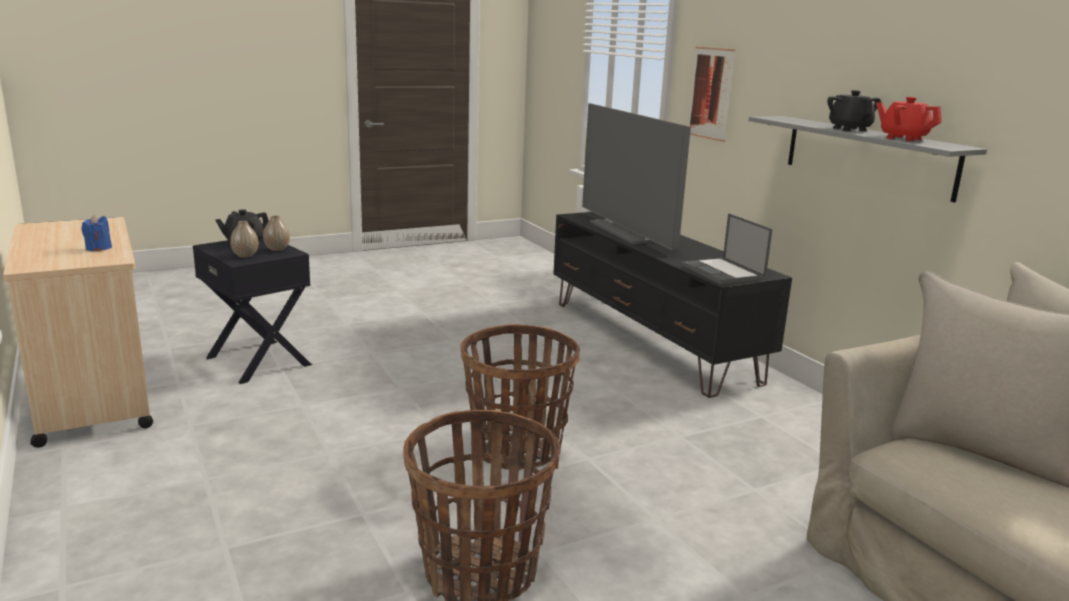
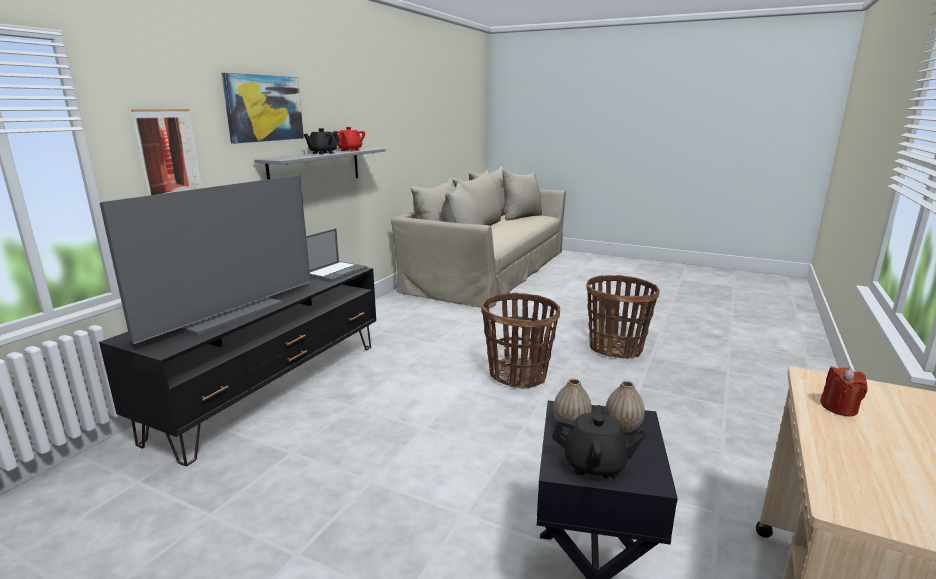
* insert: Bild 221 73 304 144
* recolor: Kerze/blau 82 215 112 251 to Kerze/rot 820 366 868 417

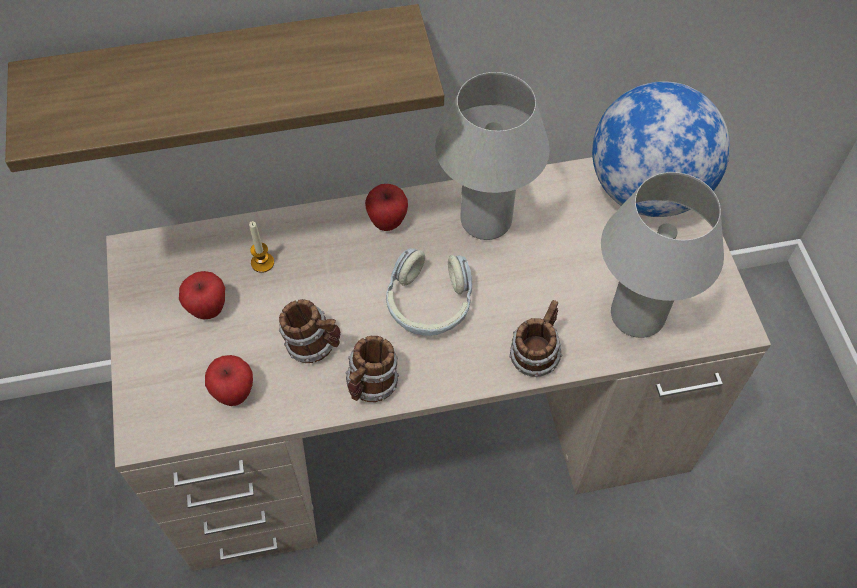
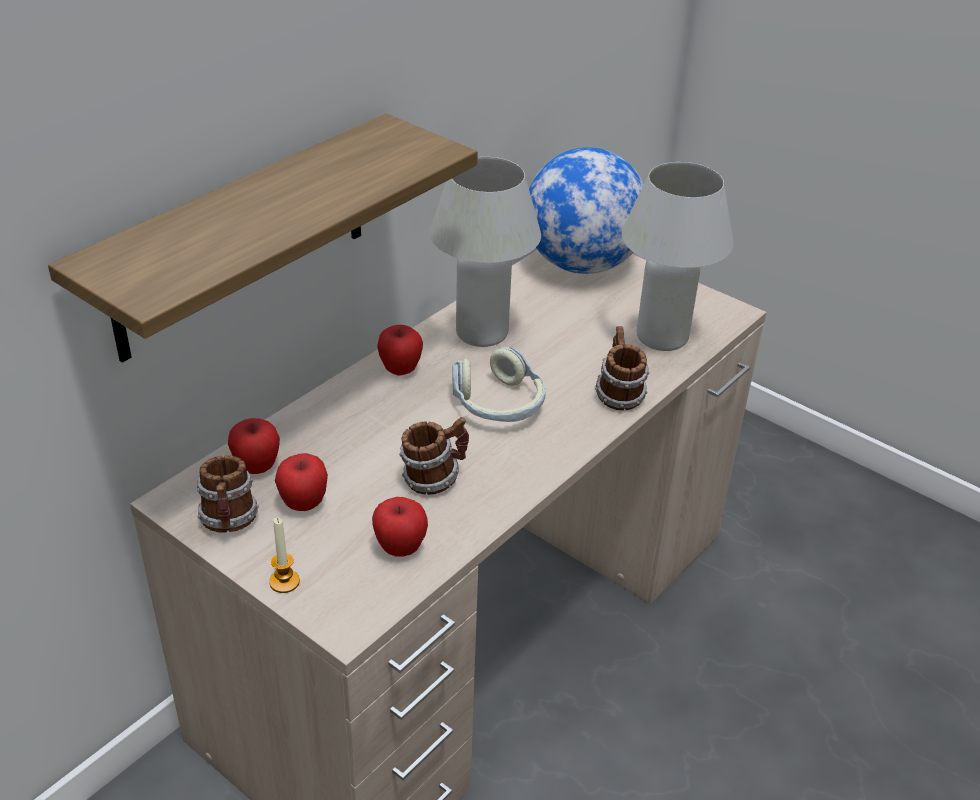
* move: Henkelbecher 345 336 399 402 to 197 456 259 532
* insert: Apfel 228 418 280 474
* move: Kerze 249 221 274 273 to 269 518 300 593

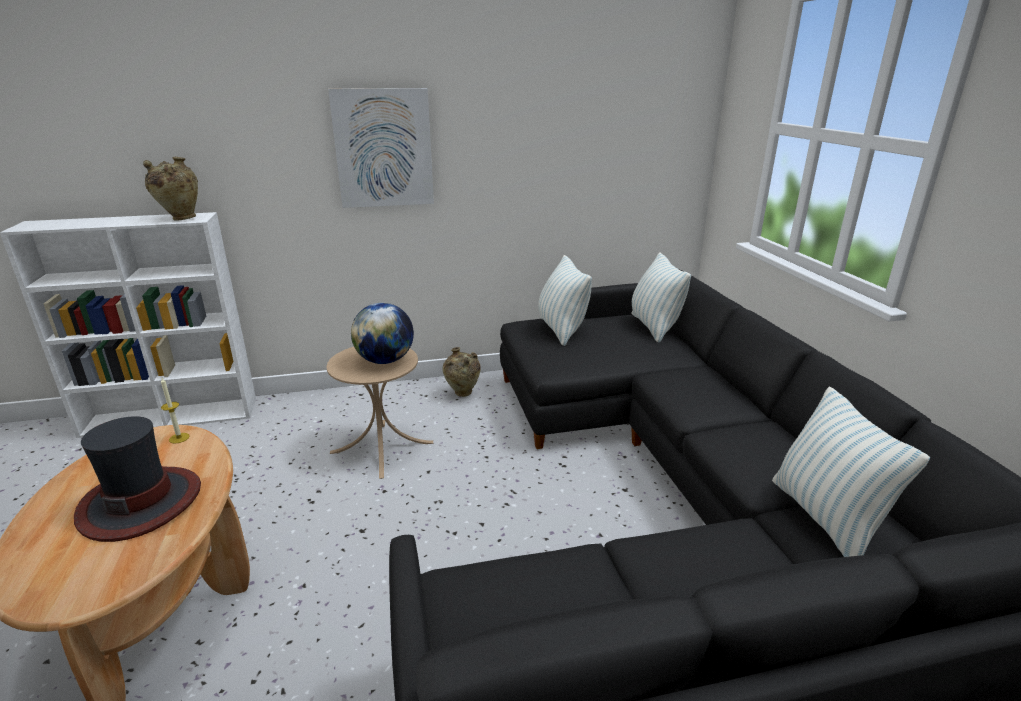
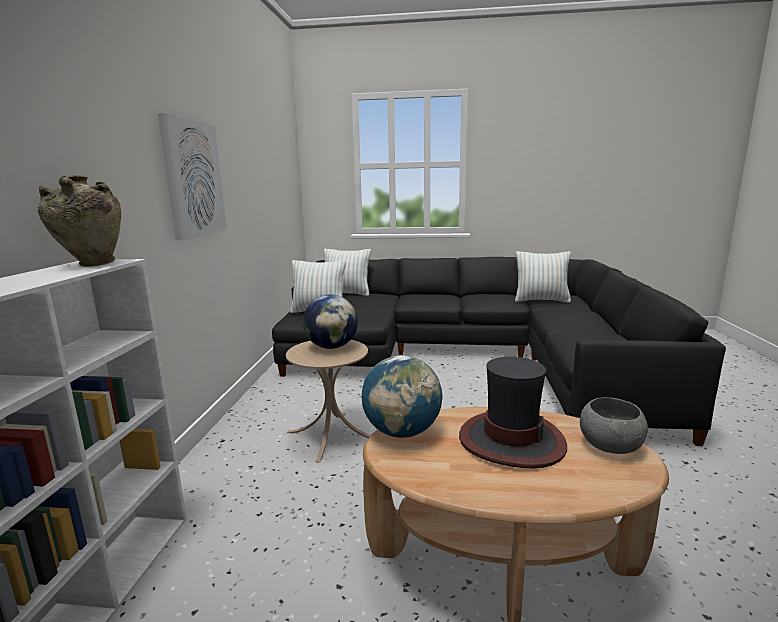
* replace: Kerze 161 378 190 444 to Globus 361 355 443 438
* insert: Schüssel/grau 580 397 648 454
* delete: Vase/beige 443 347 481 397

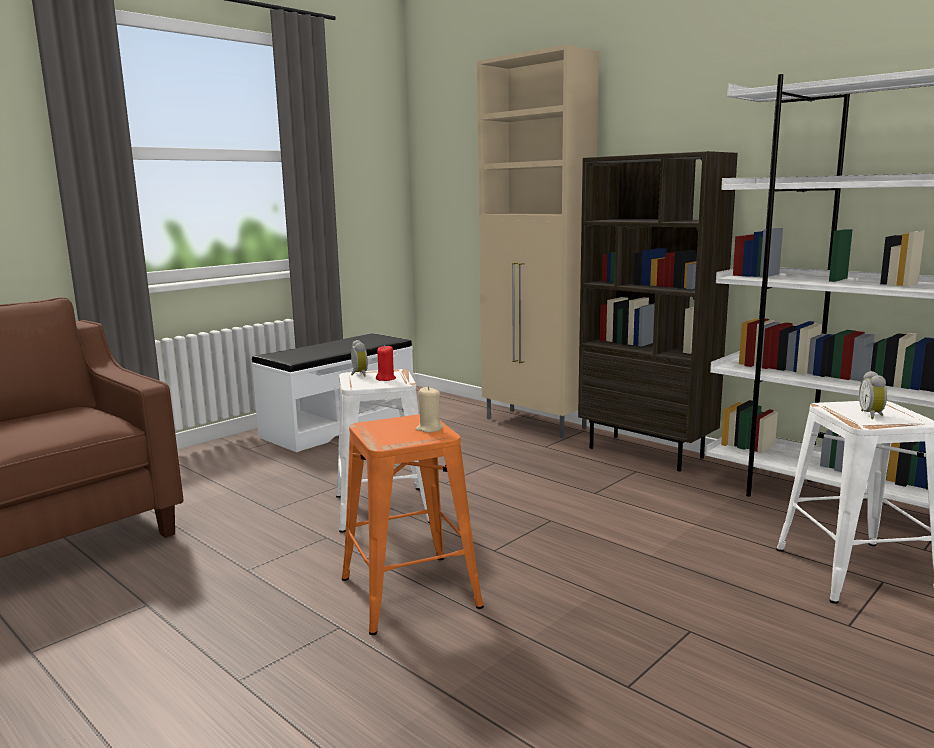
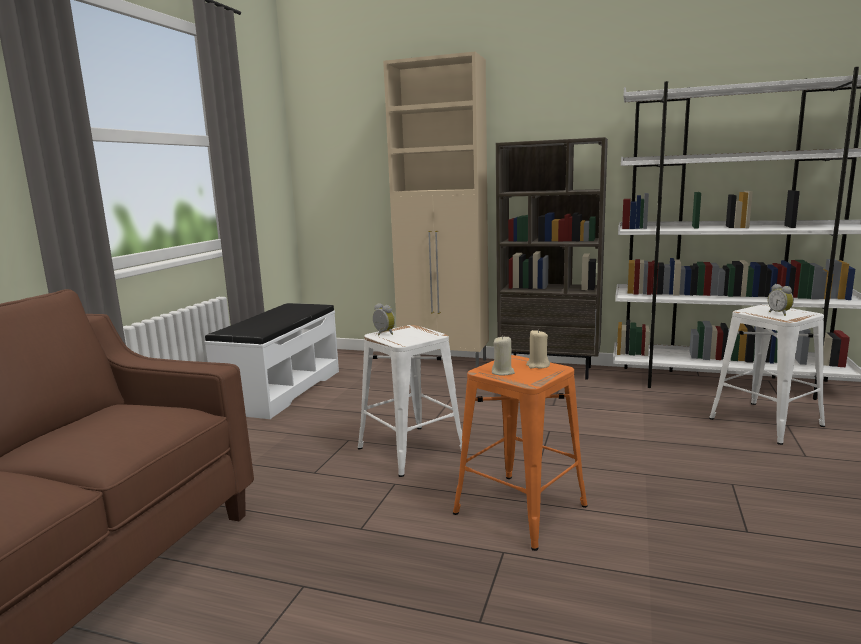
* insert: Kerze/beige 492 335 515 376
* delete: Kerze/rot 376 345 396 381

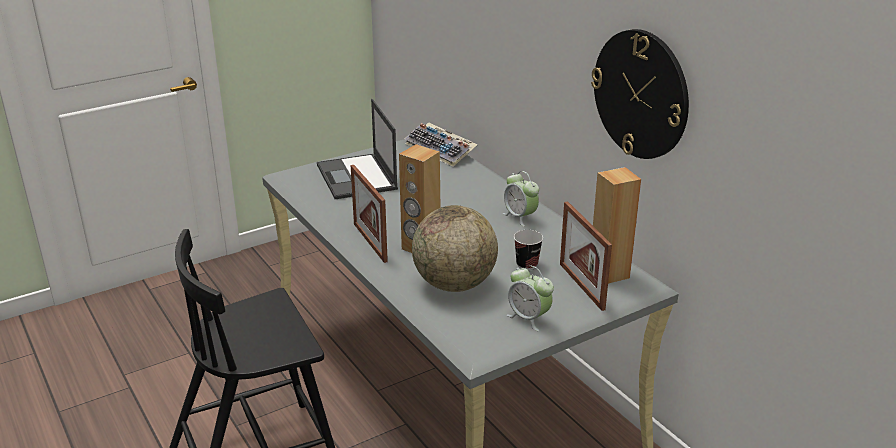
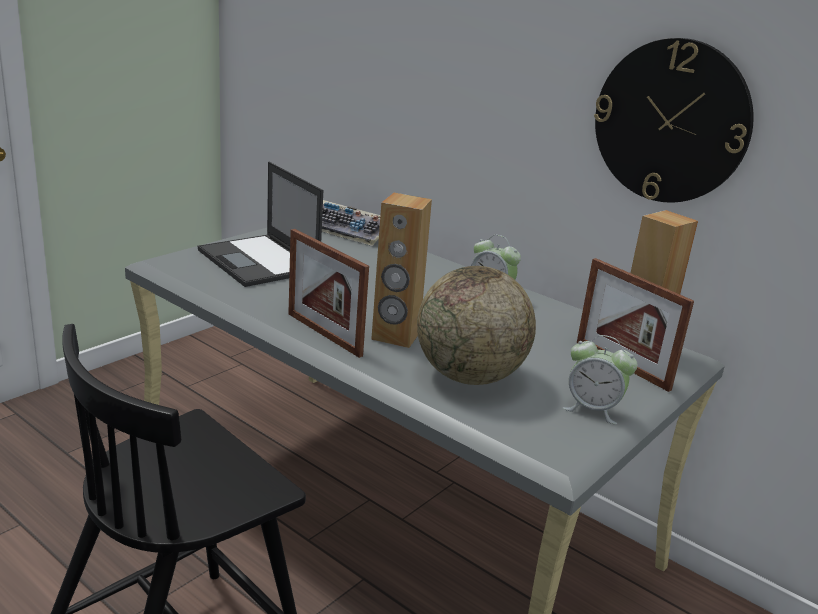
* delete: Tasse 514 230 543 270

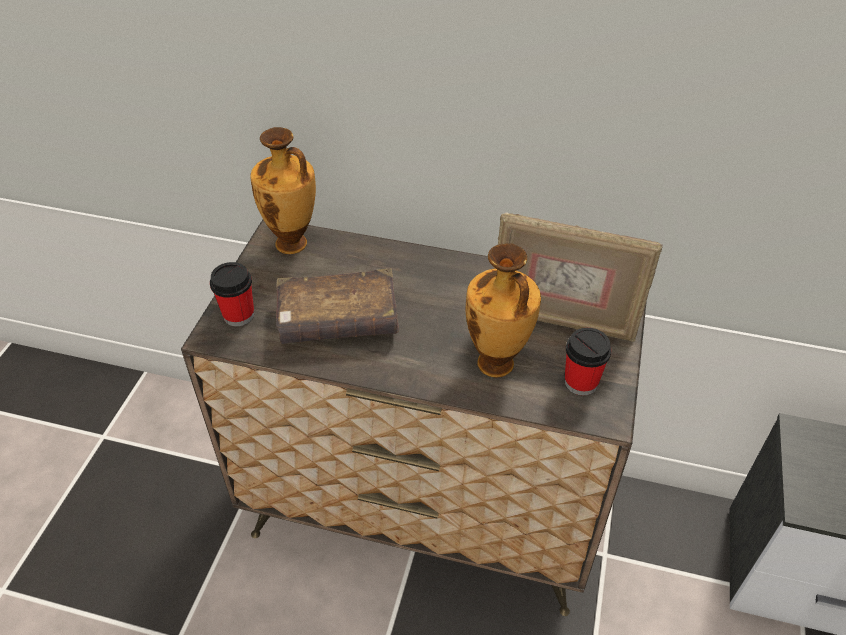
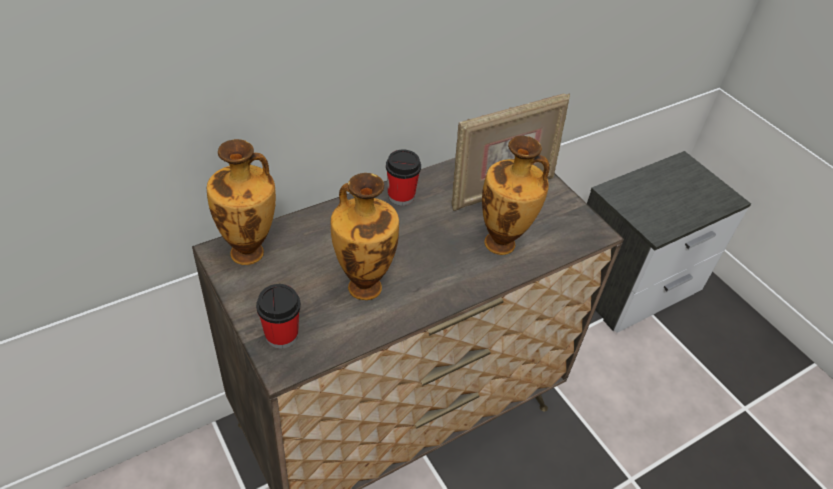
* replace: Buch/braun 276 268 399 344 to Vase 331 173 399 300
* move: Tasse 565 328 612 395 to 386 149 421 206

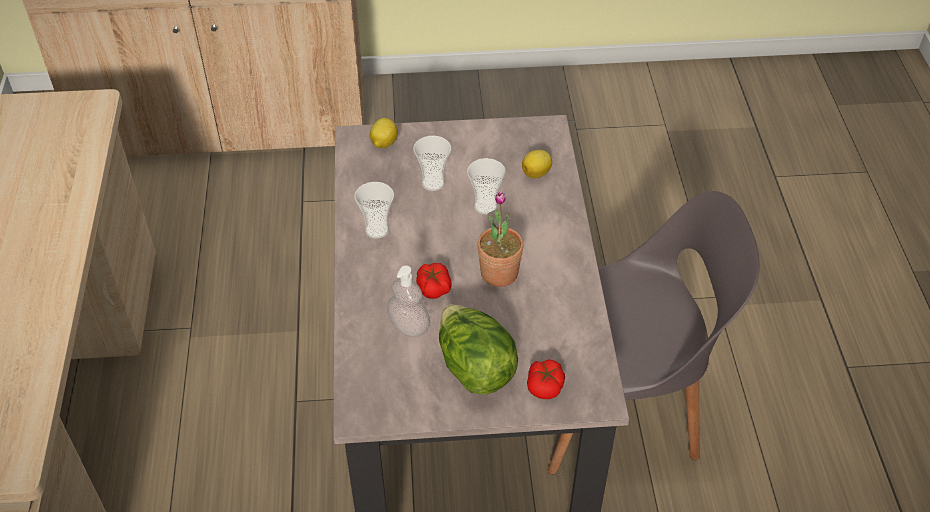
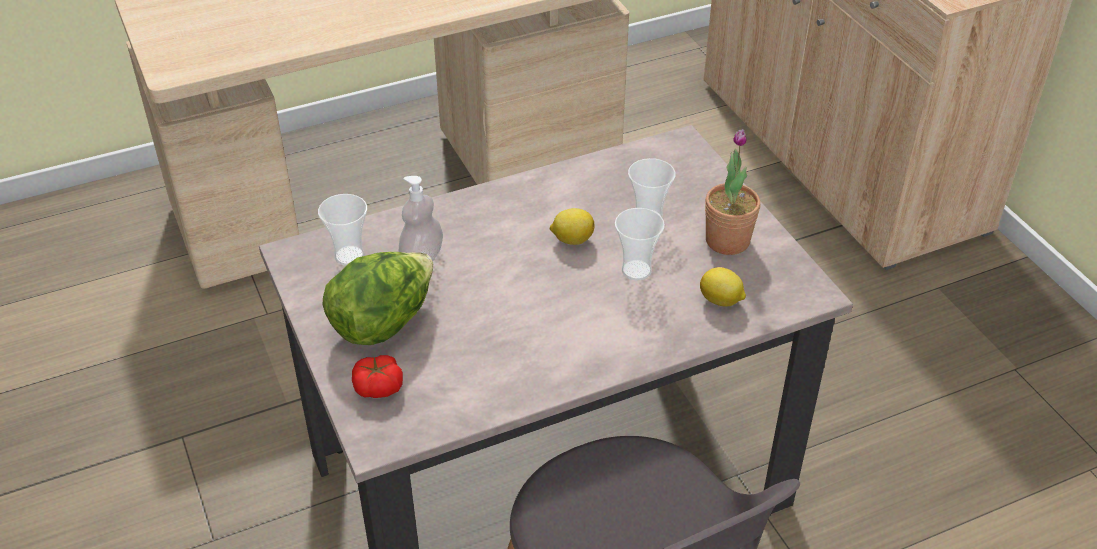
* move: Tasse 354 182 394 239 to 318 194 367 266
* move: Zitrone 370 118 398 148 to 550 208 595 245
* move: Topfpflanze 477 191 524 287 to 705 129 760 255
* delete: Tomate 416 263 452 299

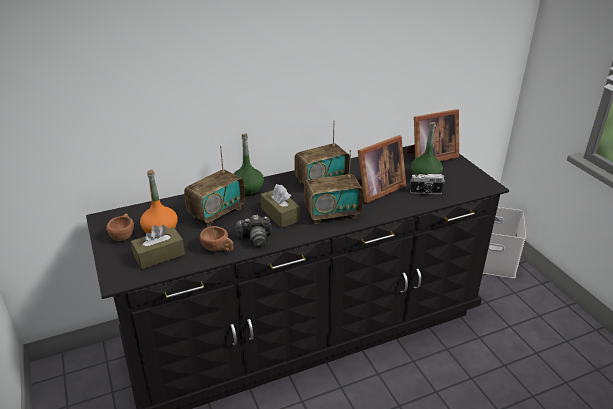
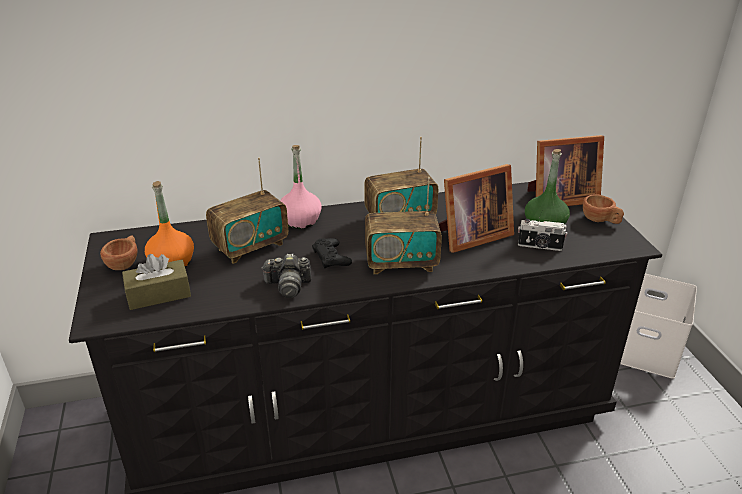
* recolor: Flasche/grün 234 133 264 196 to Flasche/rosa 280 145 322 229
* replace: Taschentuchbox/braun 261 184 300 228 to Gamepad/schwarz 312 238 352 268
* move: Tasse/braun 200 226 233 252 to 583 194 624 224

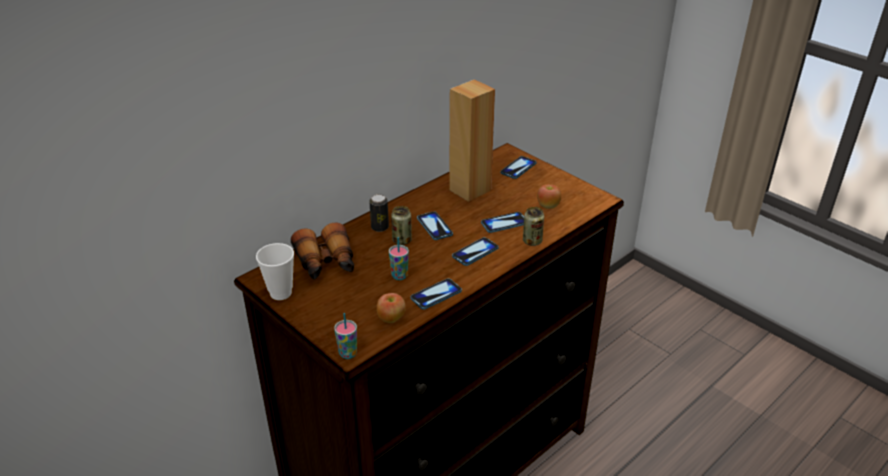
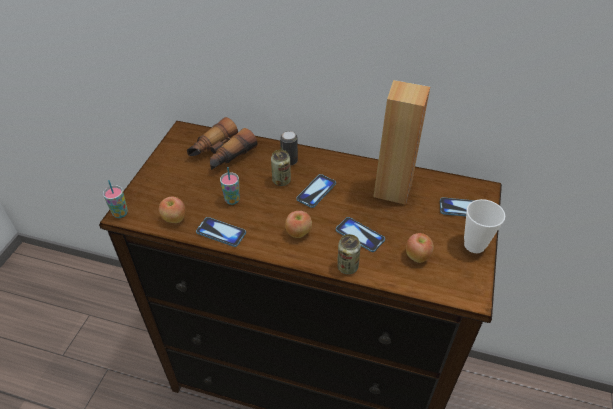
* replace: Handy 452 237 499 266 to Apfel 285 211 312 238
* move: Tasse 256 243 294 300 to 464 199 505 253

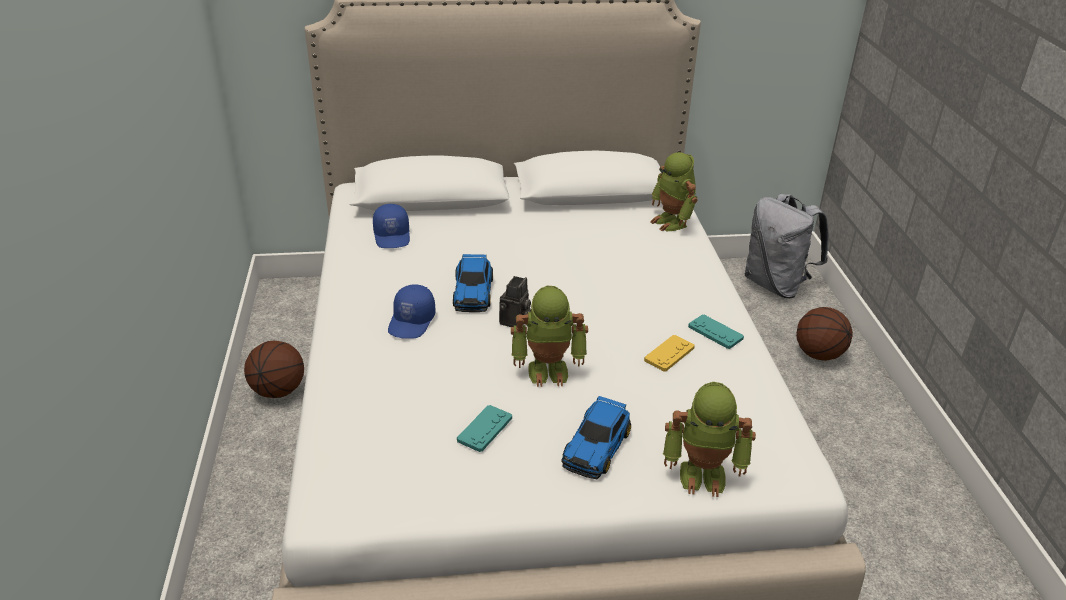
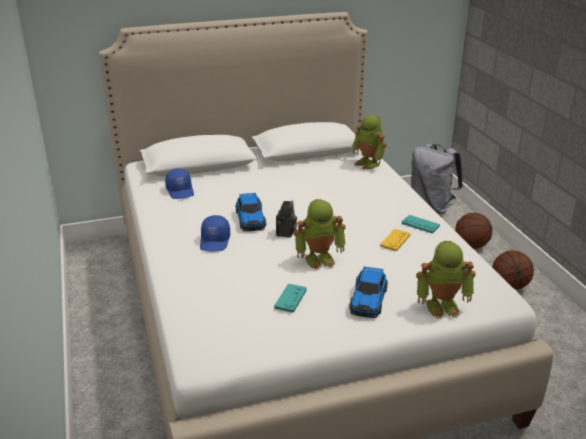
* move: Basketball 244 341 304 398 to 492 250 534 290

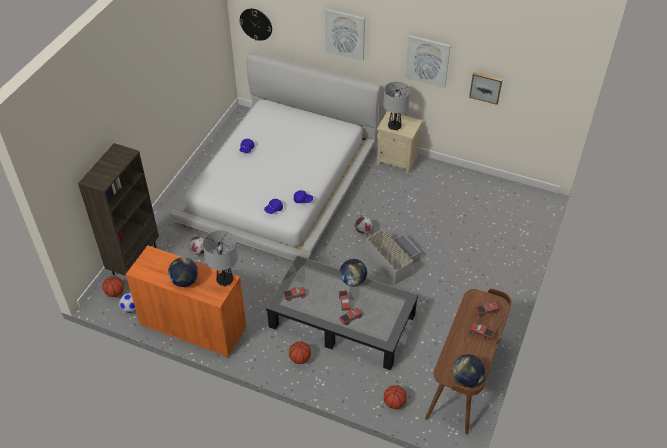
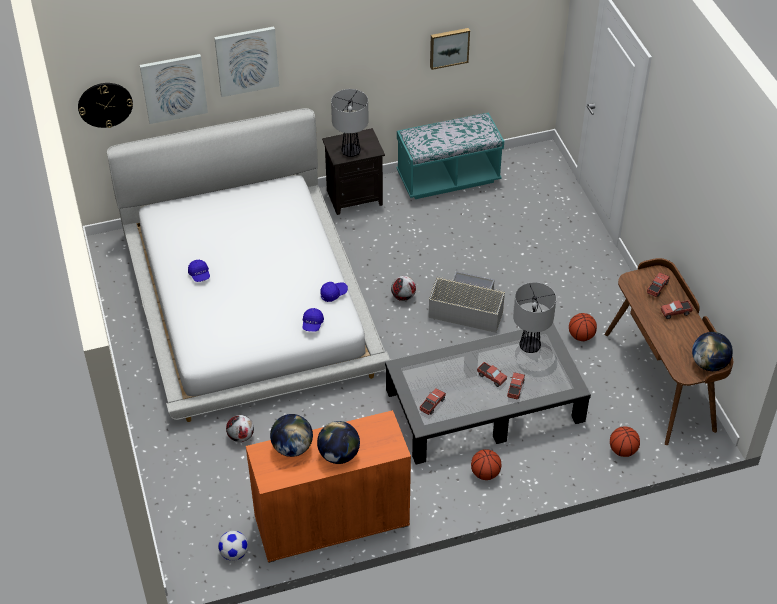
* move: Bild 405 35 451 88 to 140 54 208 124
* move: Globus 340 259 367 286 to 270 414 313 457
* recolor: Nachttisch/beige 377 111 423 174 to Nachttisch/schwarz 322 128 385 215
* insert: Bank/türkis 397 112 504 199
* move: Tischlampe 203 230 238 287 to 513 282 556 353
* move: Basketball 102 276 124 297 to 569 313 597 341
* delete: Bücherregal/braun 78 143 159 276

